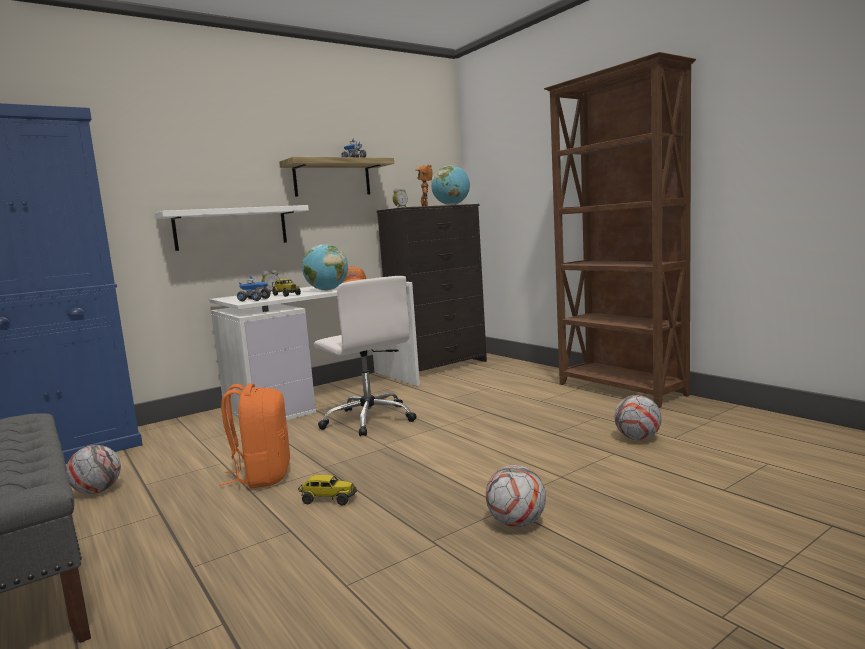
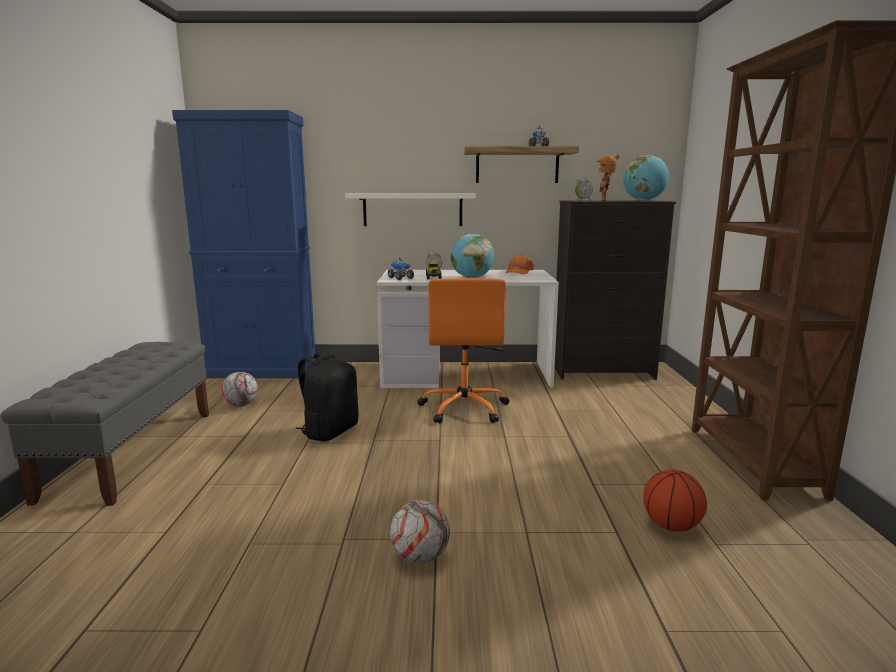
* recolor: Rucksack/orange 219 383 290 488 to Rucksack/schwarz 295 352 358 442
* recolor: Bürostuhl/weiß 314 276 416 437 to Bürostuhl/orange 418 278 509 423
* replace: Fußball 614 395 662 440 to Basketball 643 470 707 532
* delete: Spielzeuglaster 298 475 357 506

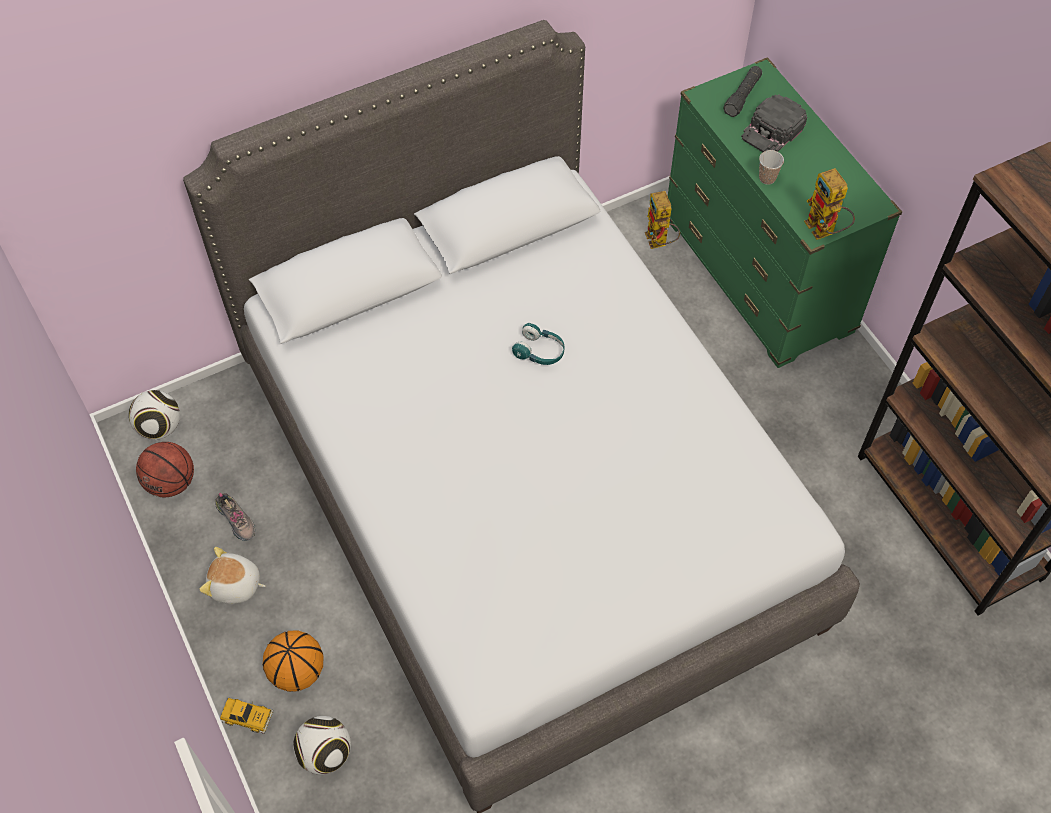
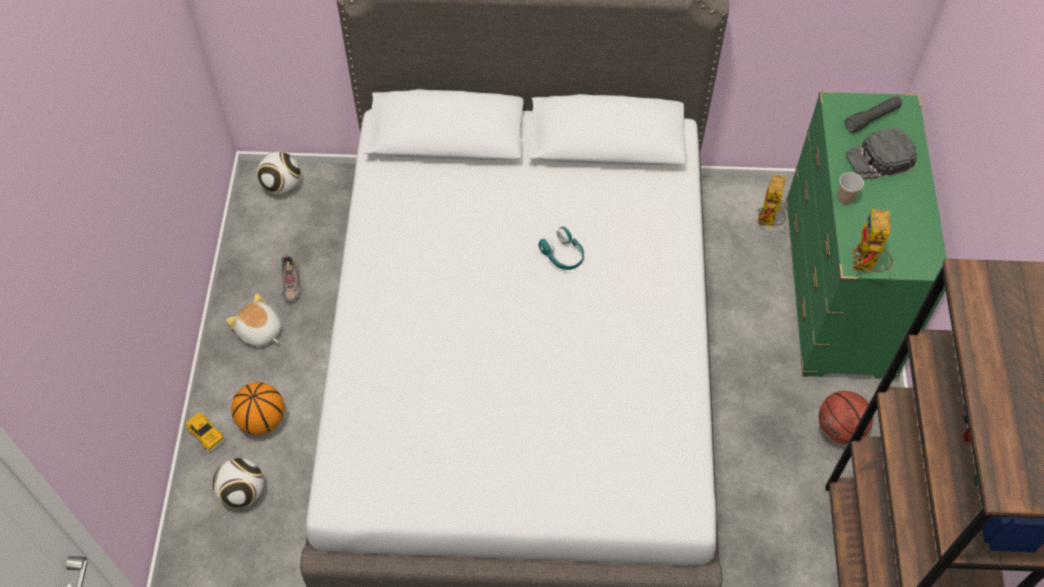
* move: Basketball 136 442 194 497 to 819 391 873 444

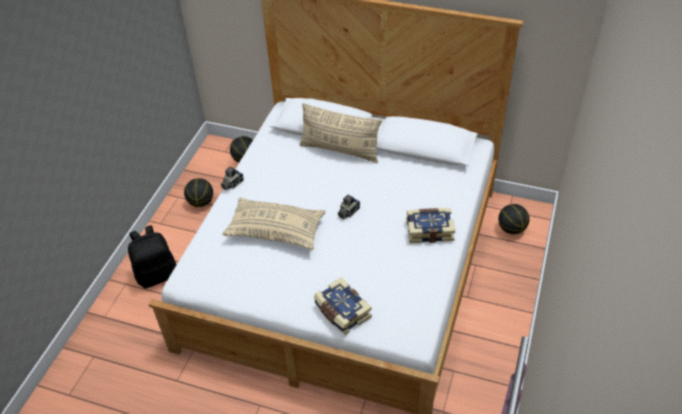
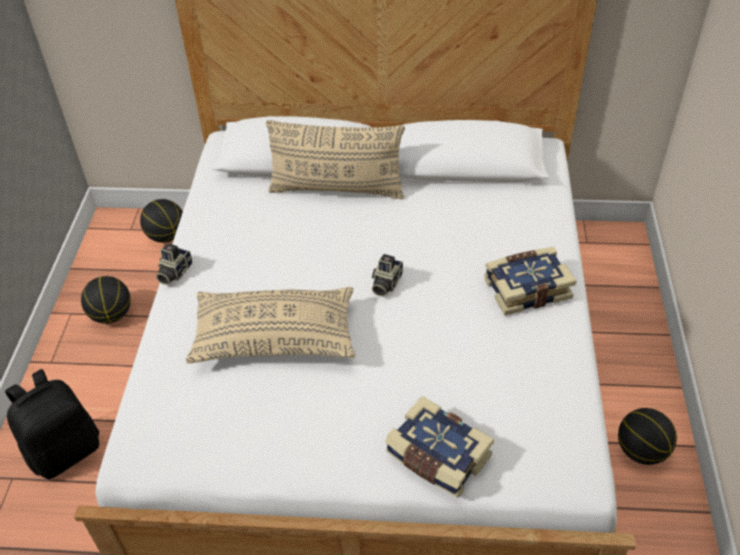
* move: Basketball 498 204 530 234 to 618 408 677 465

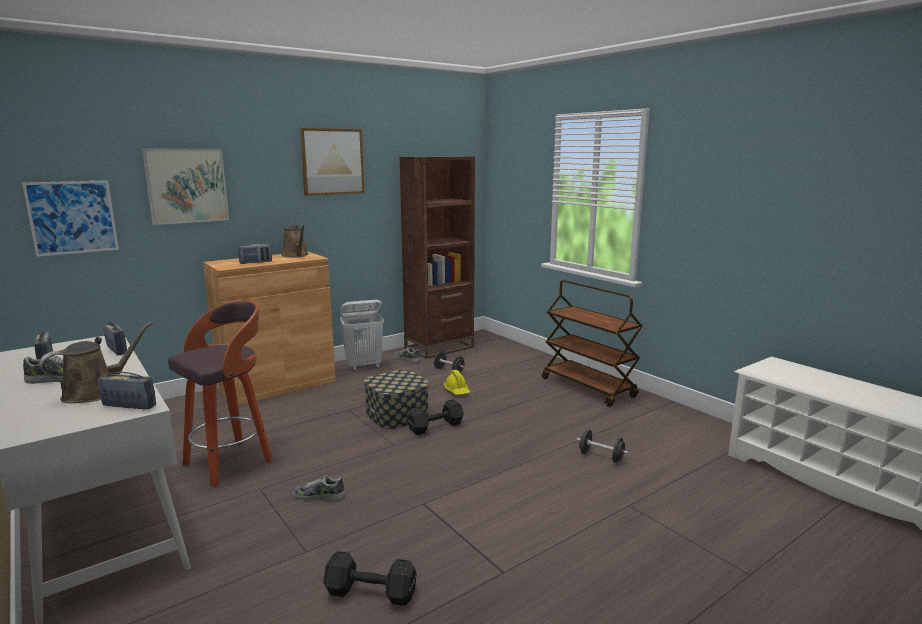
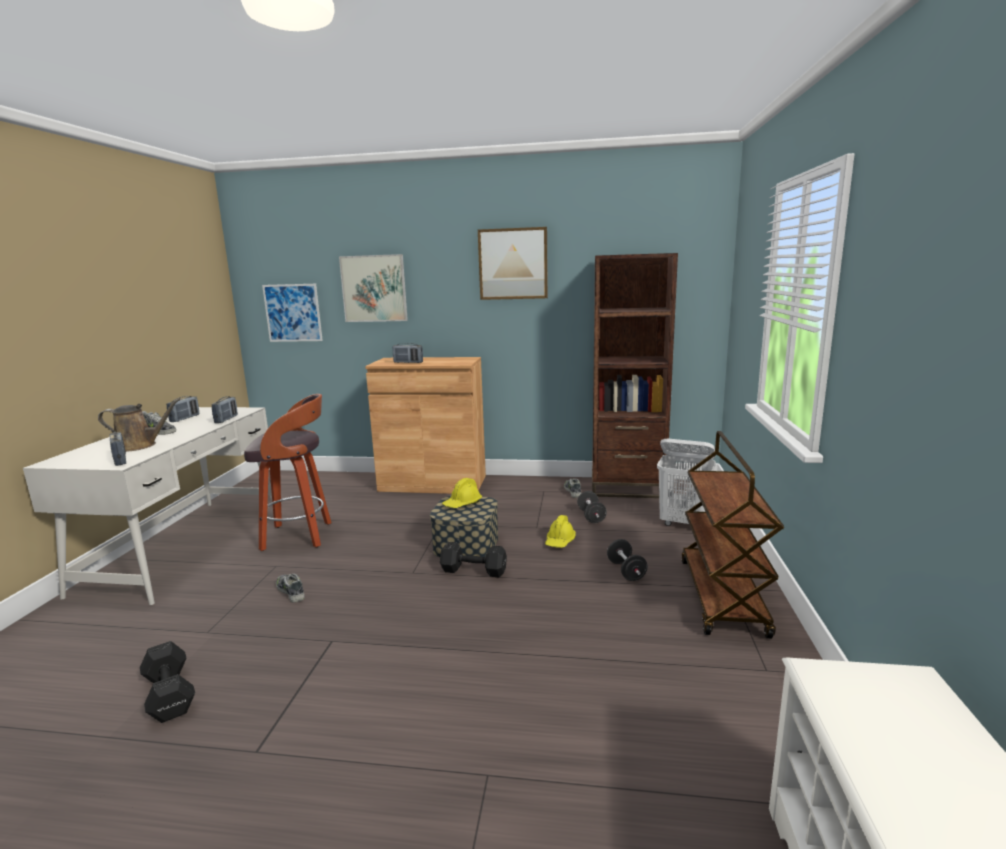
* insert: Schutzhelm/gelb 442 478 482 508
* move: Hantel/schwarz 577 429 629 463 to 607 539 648 581
* move: Wäschekorb/weiß 340 300 384 371 to 657 439 716 526
* delete: Gießkanne/braun 281 224 308 258

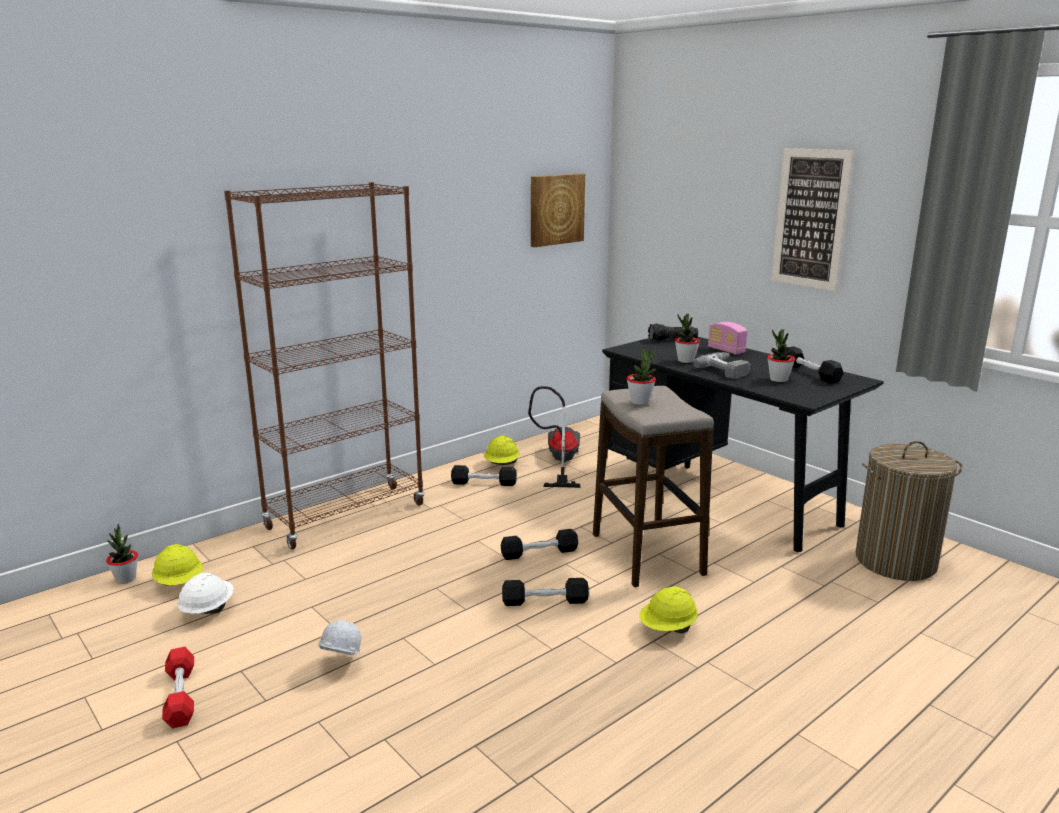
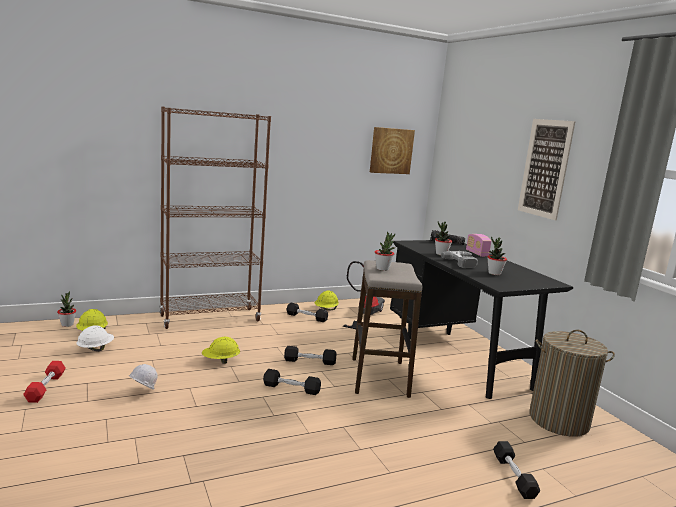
* move: Schutzhelm/gelb 639 586 698 633 to 202 337 240 364
* move: Hantel/schwarz 786 346 844 384 to 493 441 540 499

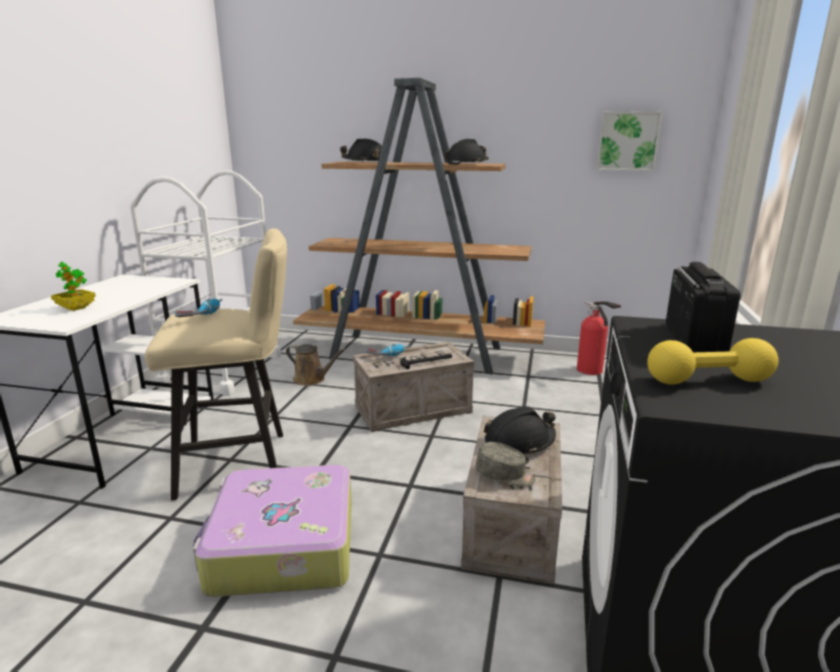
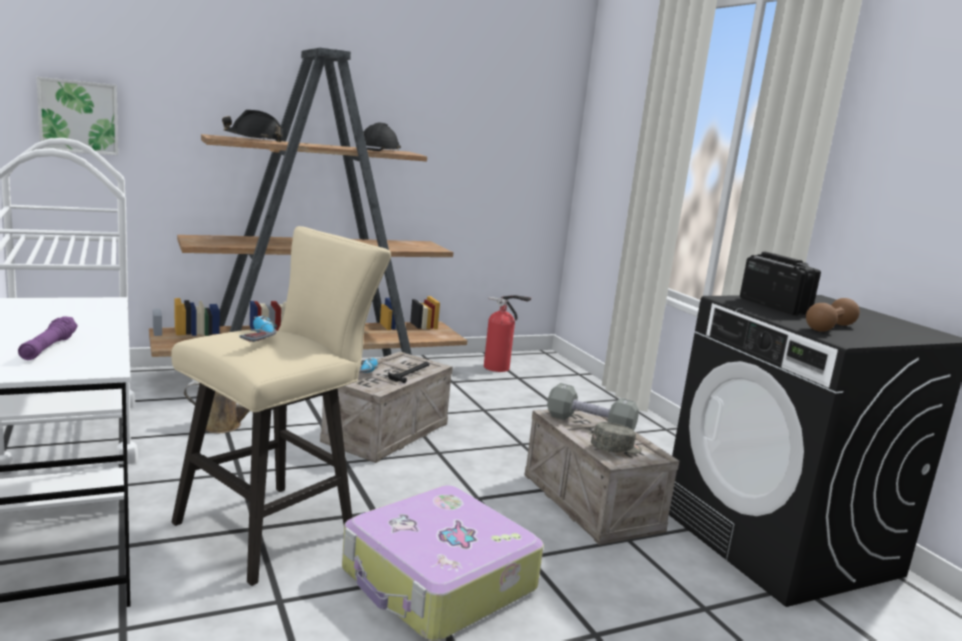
* replace: Topfpflanze 51 262 96 311 to Taschenlampe/lila 18 317 78 360
* move: Bild 596 111 663 171 to 37 77 118 155
* replace: Schutzhelm/schwarz 484 406 556 456 to Hantel/grau 547 383 639 430
* recolor: Hantel/gelb 647 338 779 385 to Hantel/braun 806 298 860 332

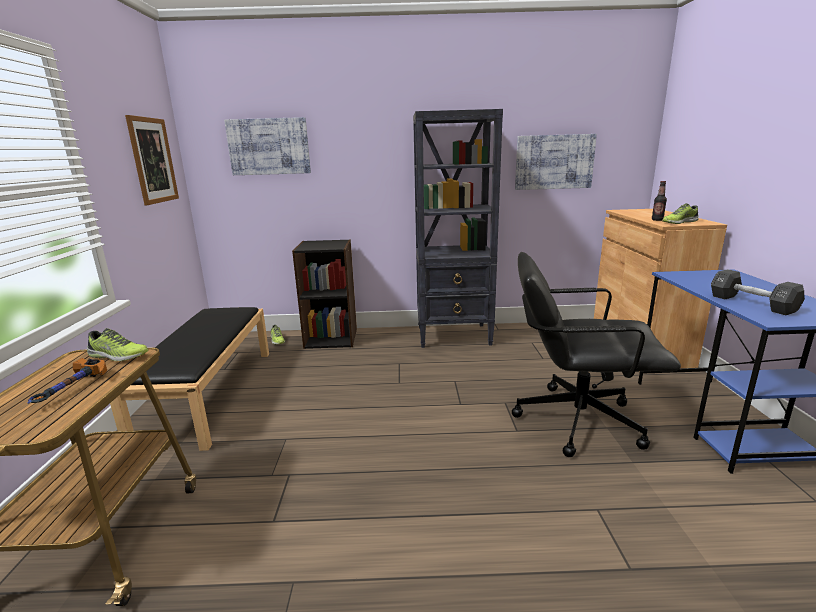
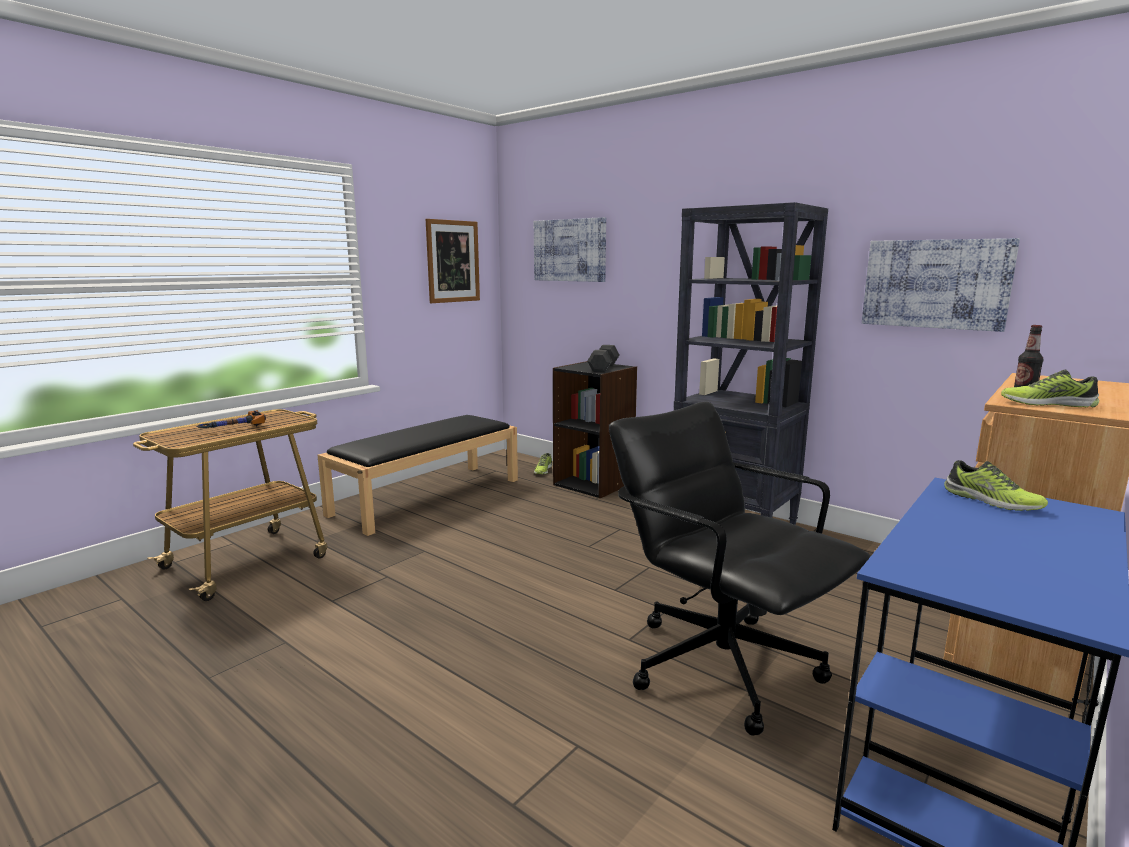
* move: Hantel/schwarz 711 269 805 315 to 587 345 619 372
* move: Schuh 87 328 149 361 to 944 460 1048 511

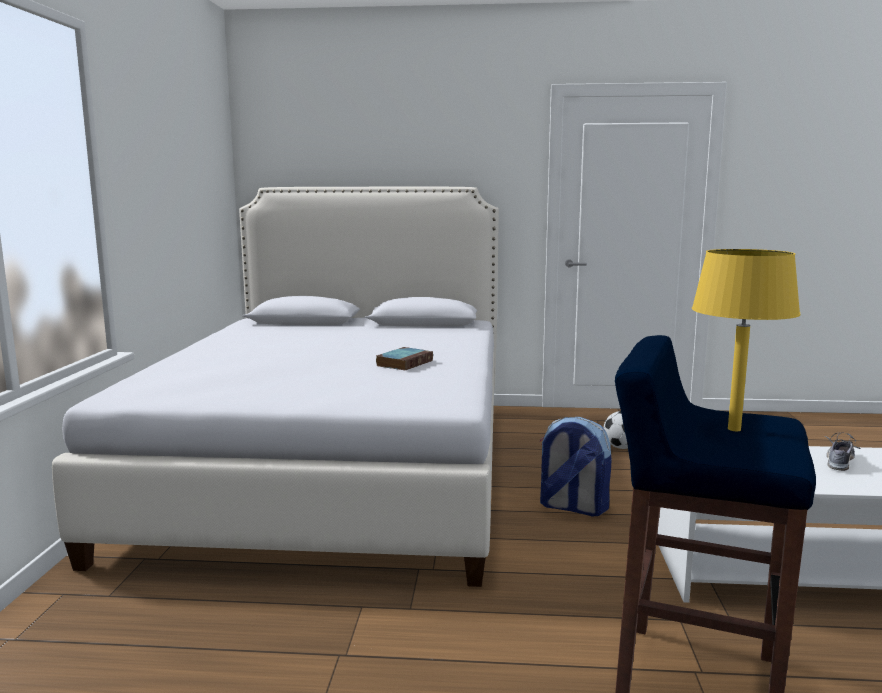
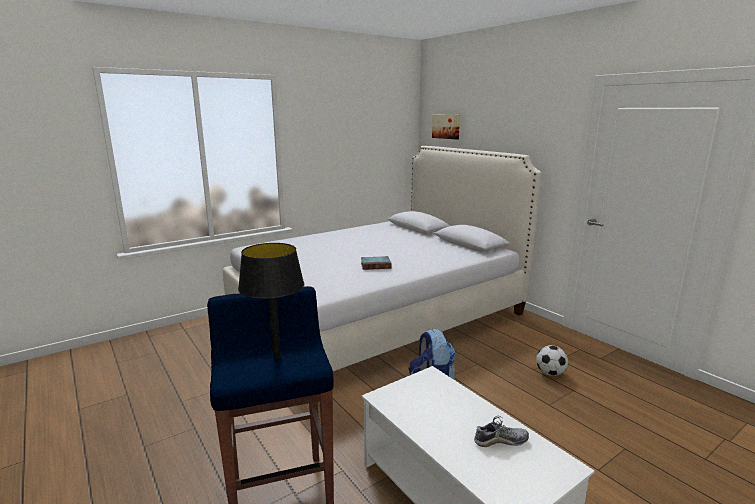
* recolor: Tischlampe/gelb 691 249 801 431 to Tischlampe/schwarz 238 243 304 359
* insert: Bild 432 114 460 140

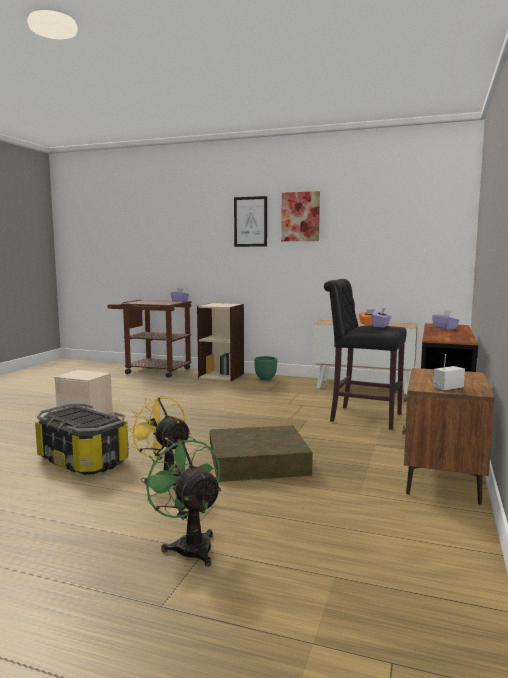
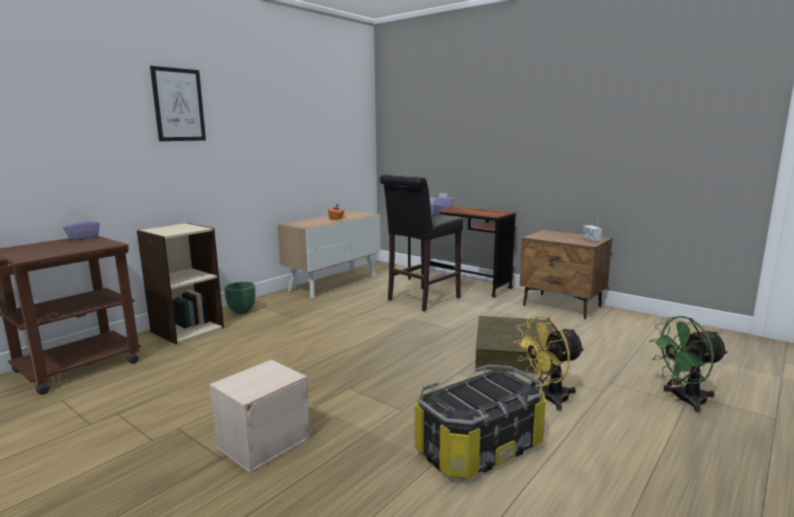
* delete: Bild 281 191 320 241

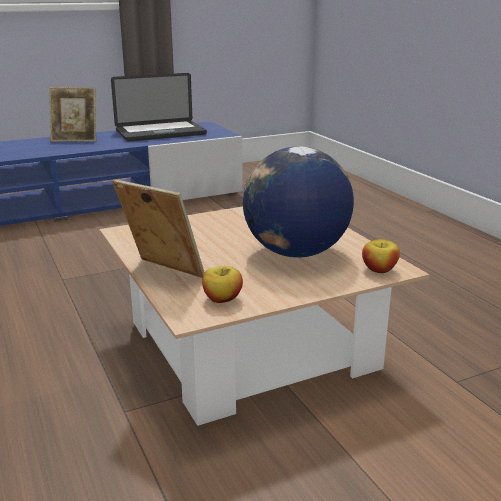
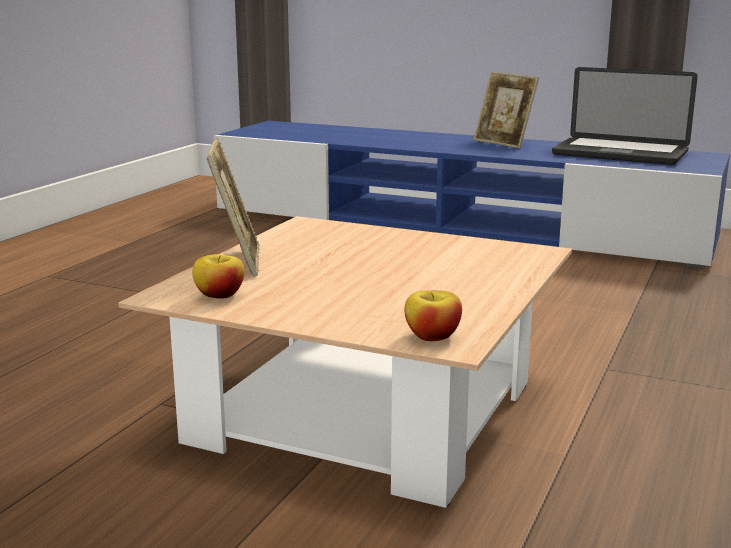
* delete: Globus 243 146 354 258

